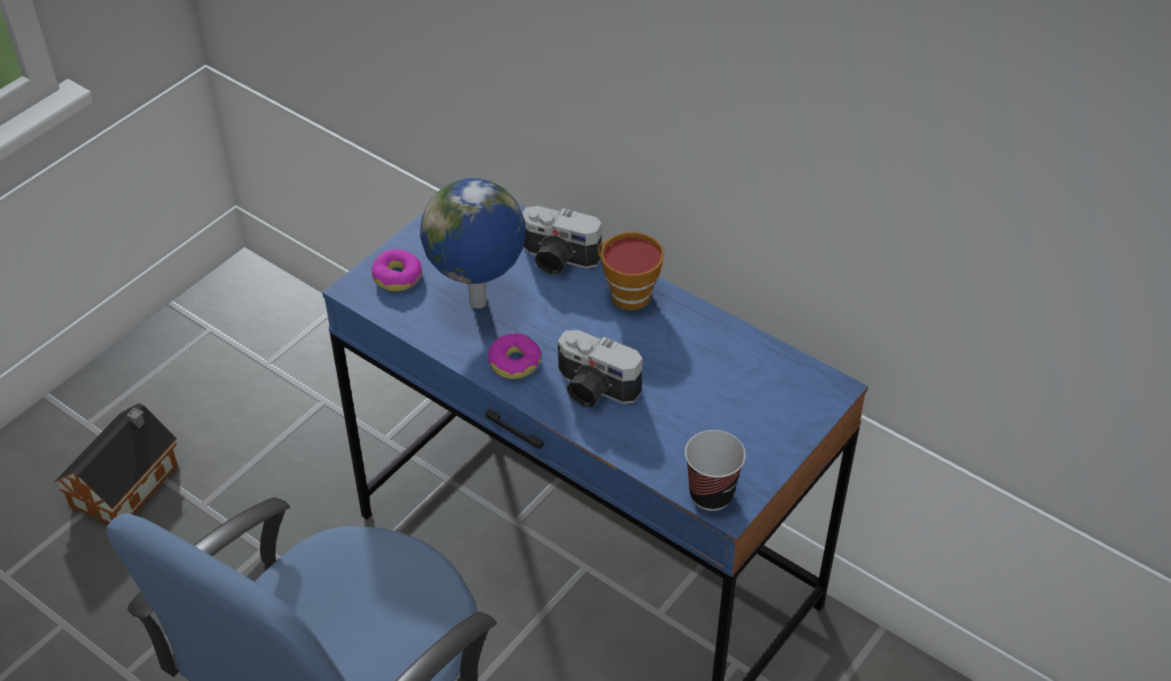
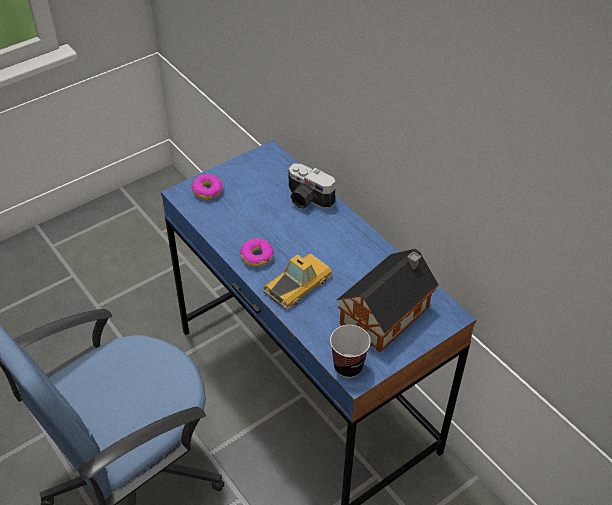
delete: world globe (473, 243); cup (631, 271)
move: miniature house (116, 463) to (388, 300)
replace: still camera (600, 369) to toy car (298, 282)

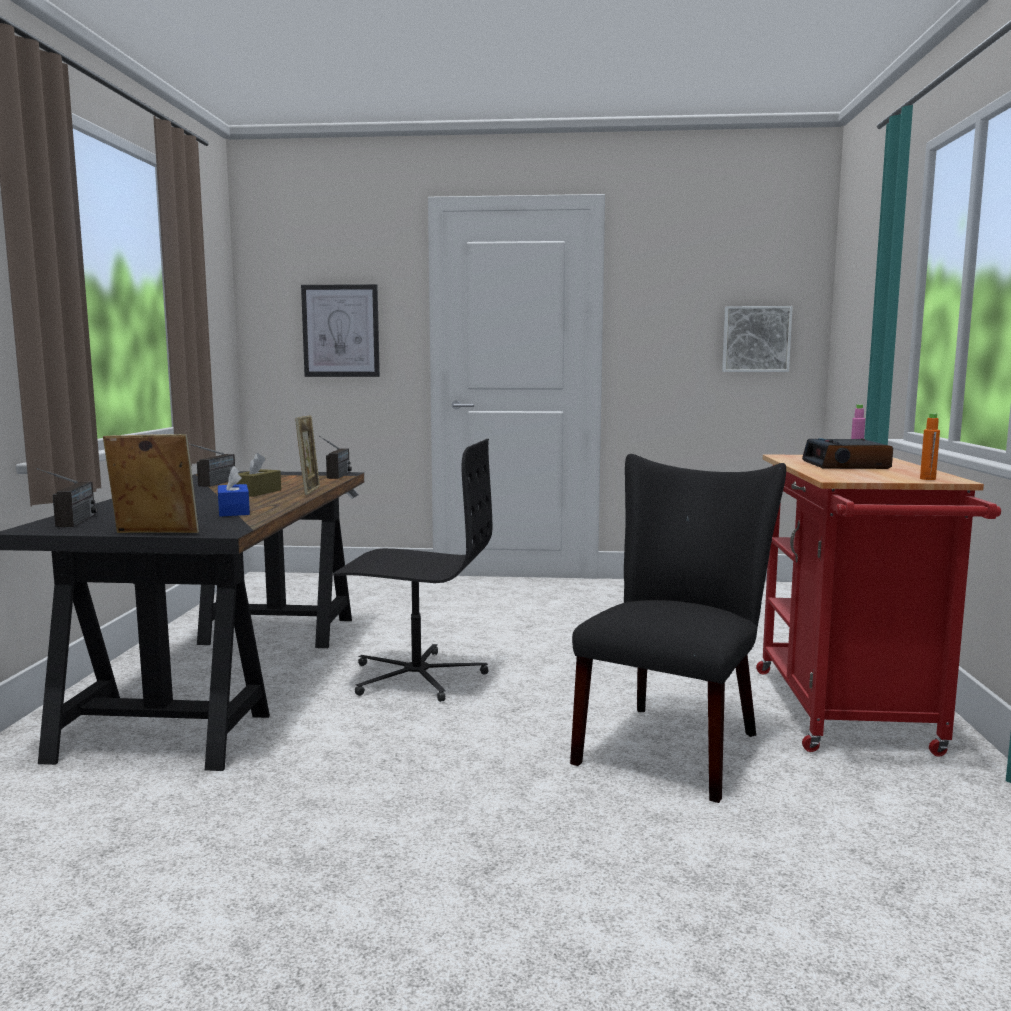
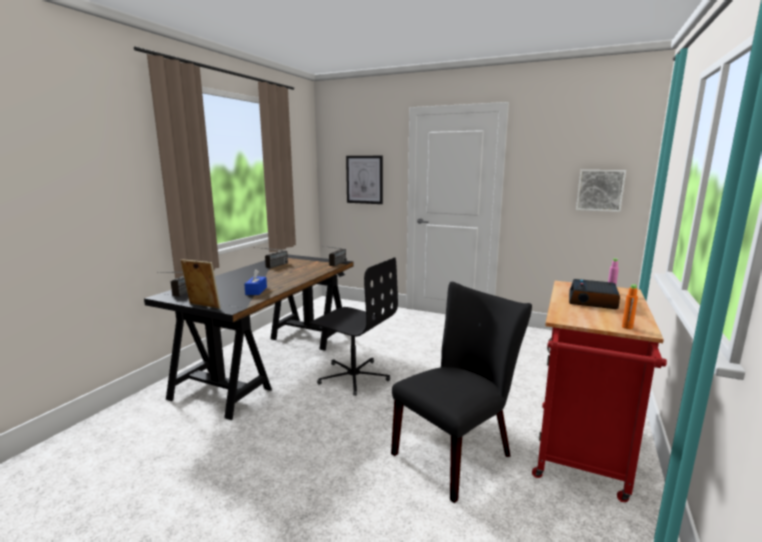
delete: picture frame (307, 455); brown tissue holder (258, 475)

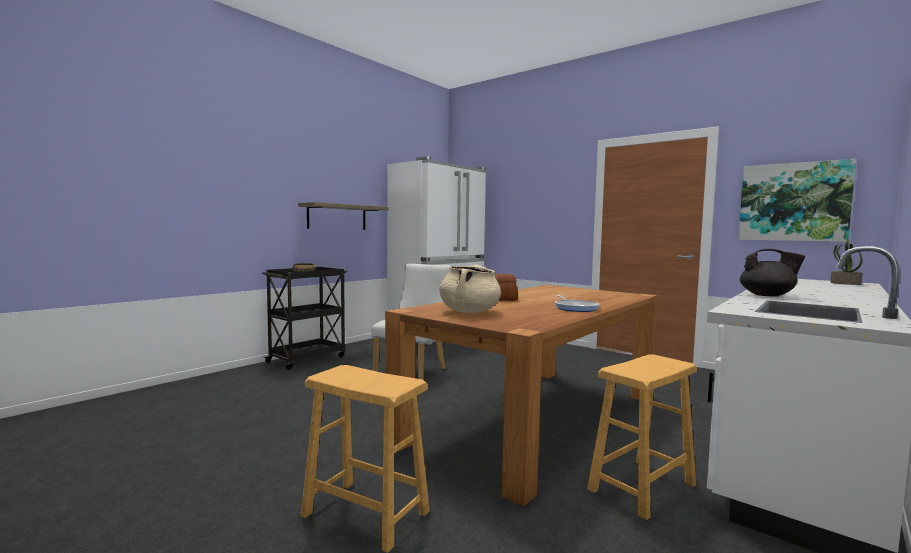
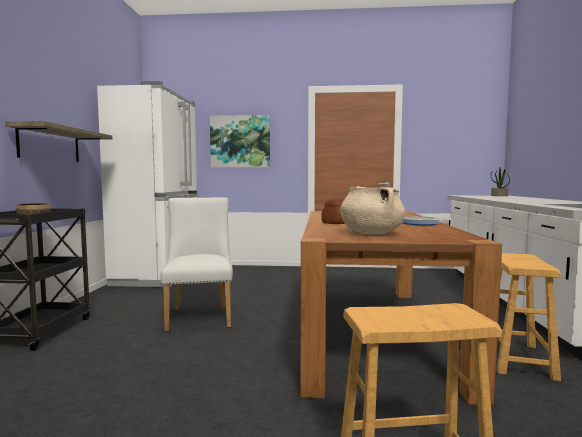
delete: black pot for tea (773, 273)
move: picture (797, 200) to (240, 141)

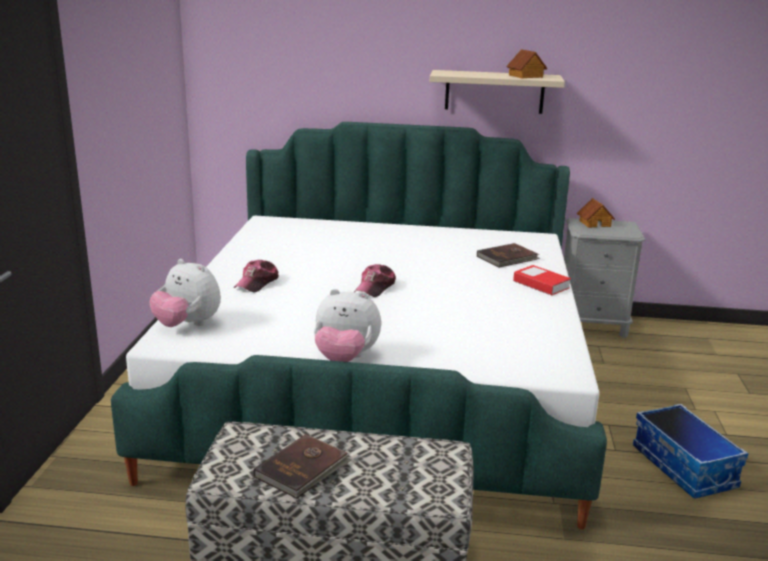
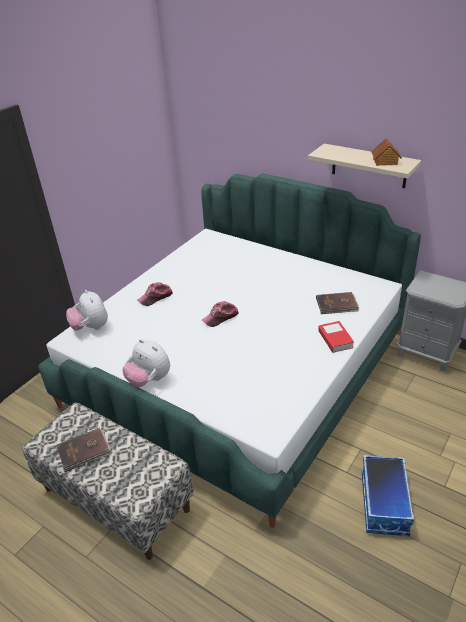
delete: miniature house (596, 213)

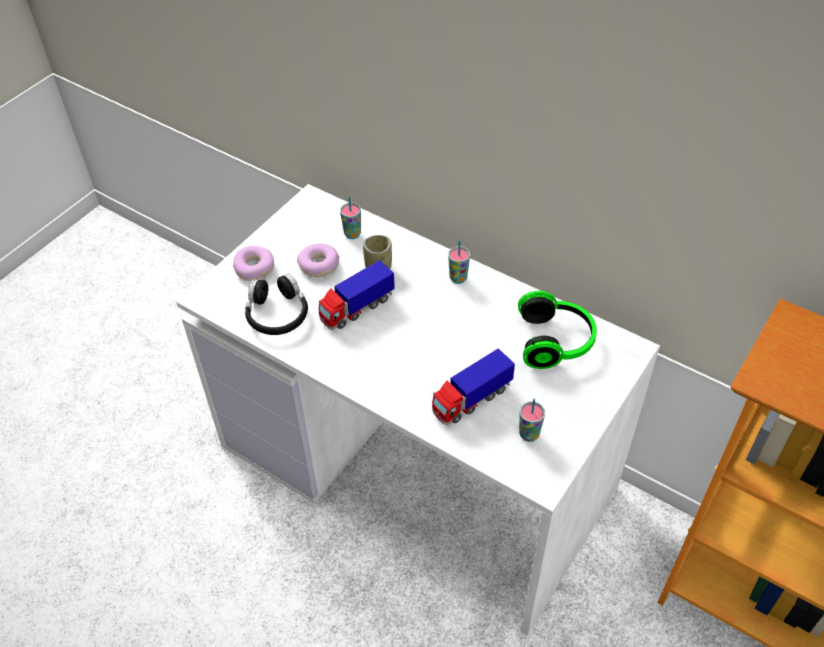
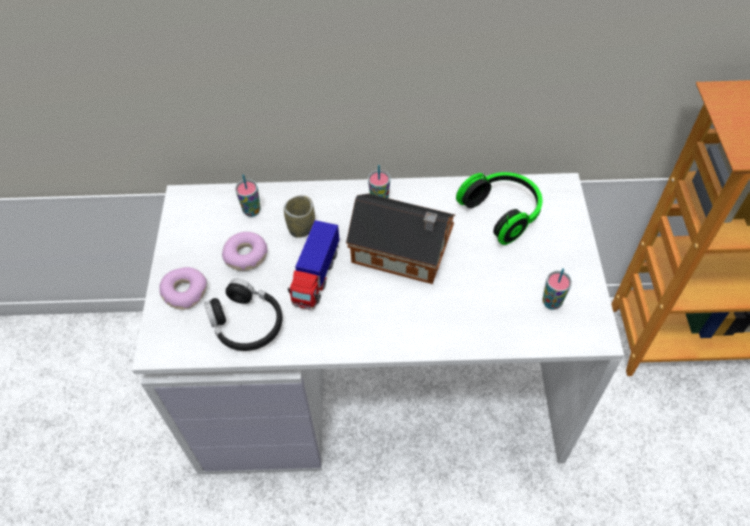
delete: model truck (473, 387)
insert: miniature house (400, 239)

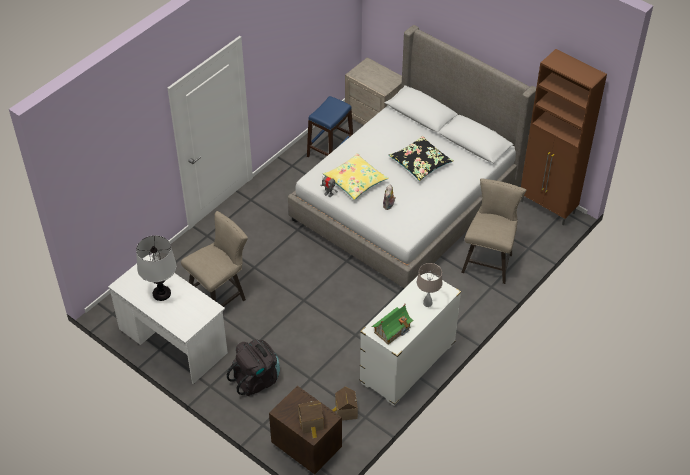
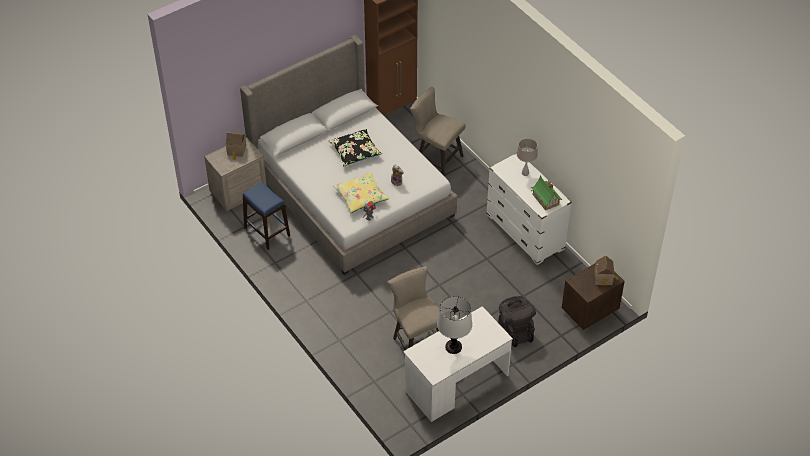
move: miniature house (345, 404) to (236, 146)

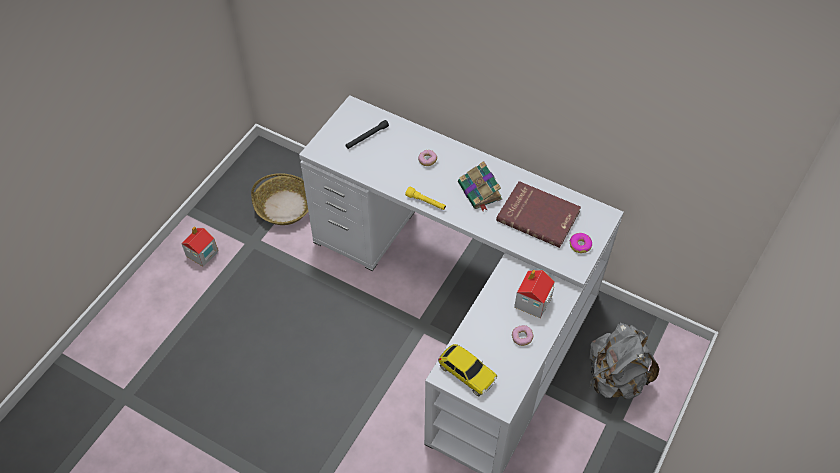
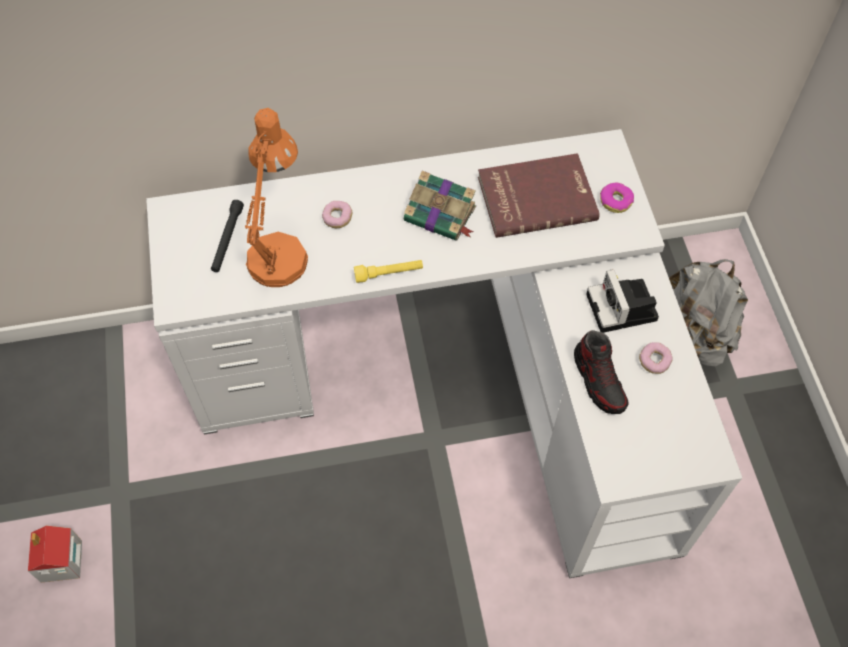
delete: household basket (279, 199); toy car (467, 370)
insert: orange-coloured tabletop lamp (276, 197); low shoe (601, 372)
replace: miniature house (534, 293) to still camera (622, 301)

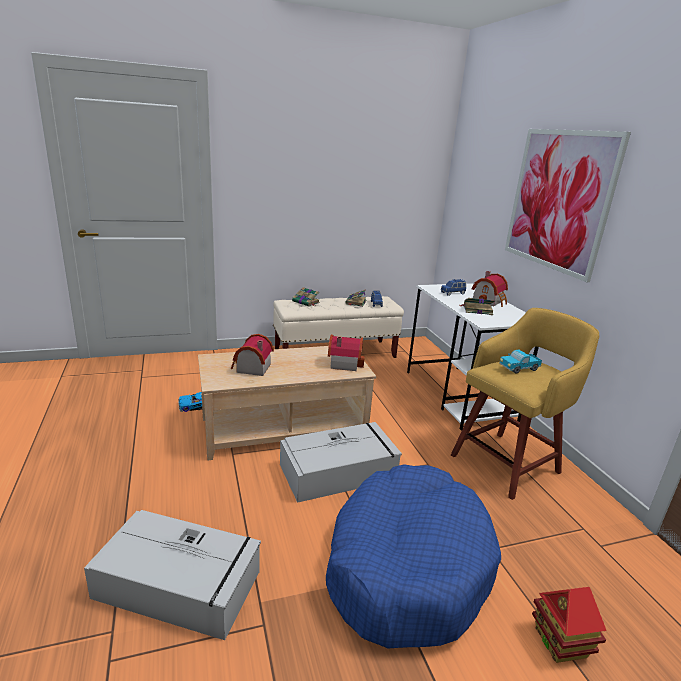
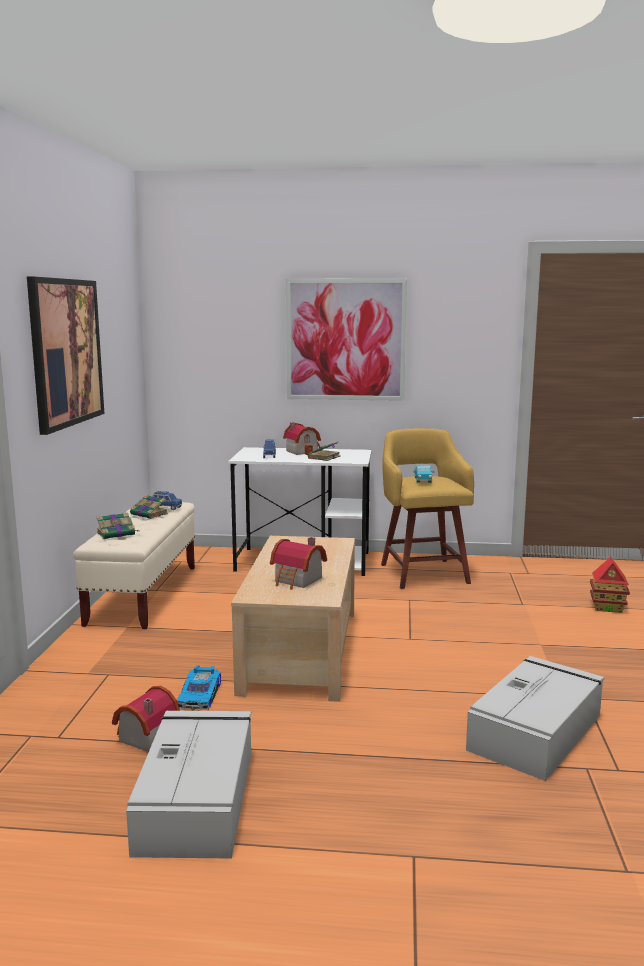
delete: blue-coloured dog cushion (413, 556)
insert: picture (65, 356)
move: miniature house (346, 353) to (146, 719); greyish storage box (341, 462) to (188, 785)

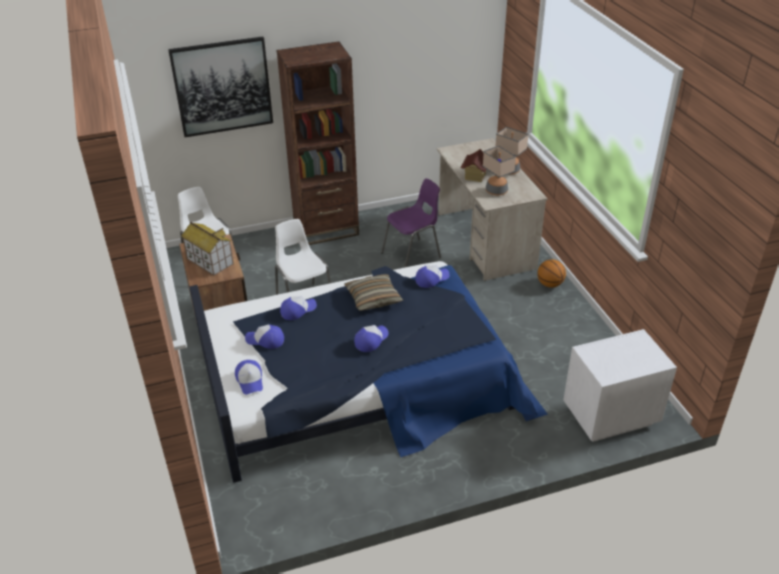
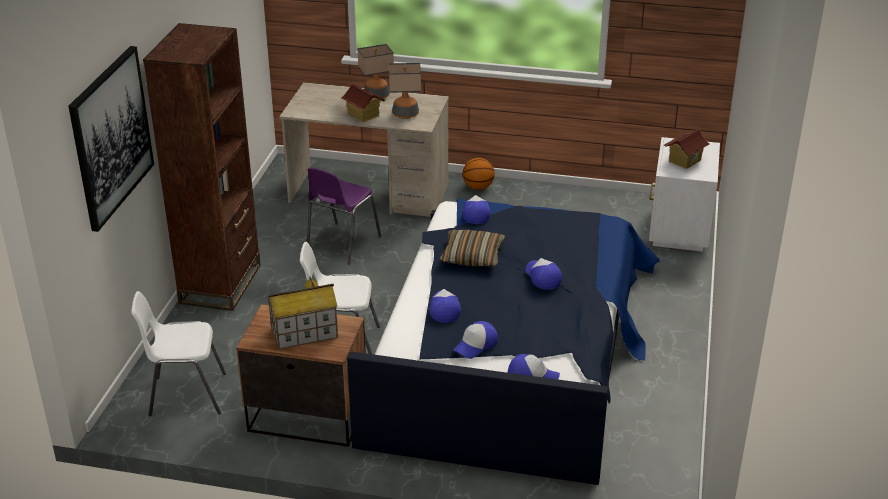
insert: miniature house (686, 149)
rotate: purplish plain chair (411, 223) = (344, 215) 150 degrees counterclockwise

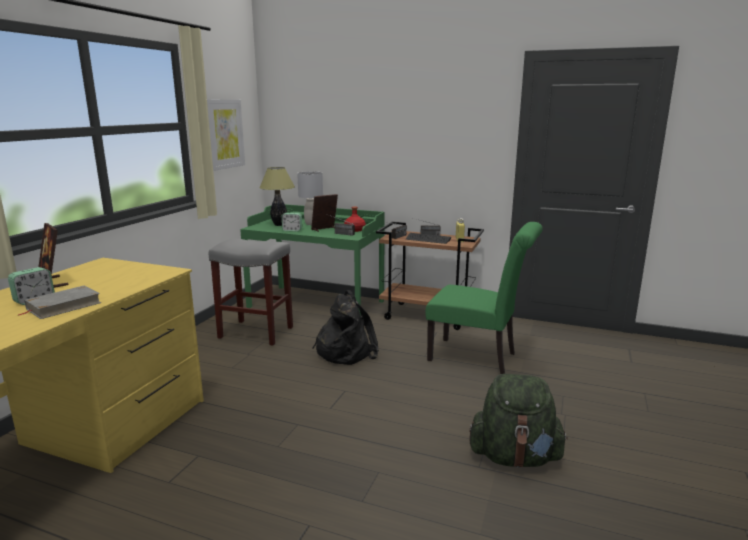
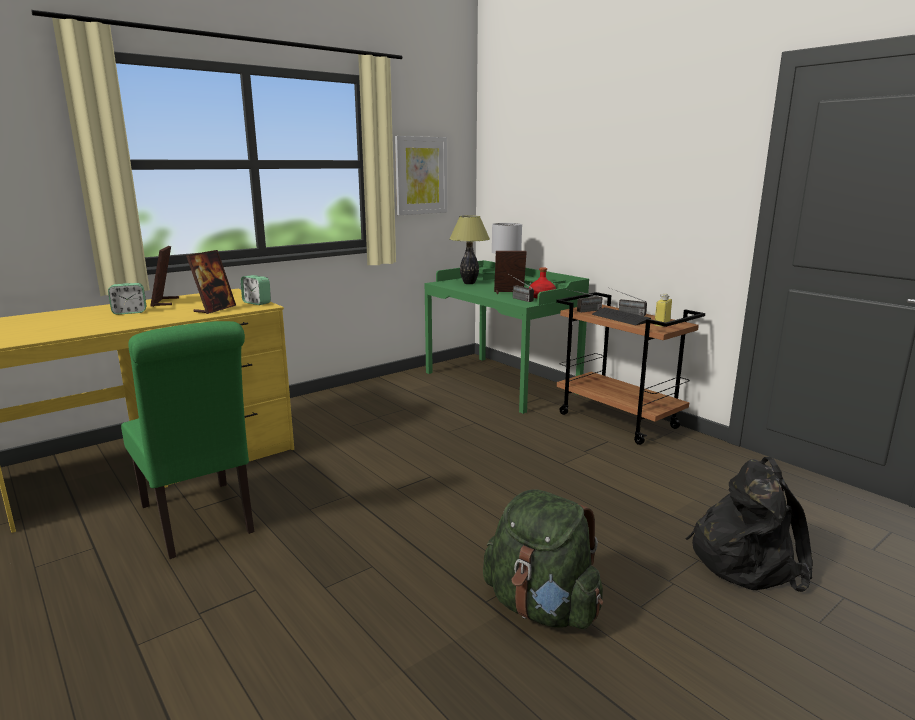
delete: greyish stool (251, 292); greyish book (59, 302)
insert: picture frame (211, 282)
move: bedside clock (291, 222) to (256, 290); green-coloured plain chair (484, 298) to (188, 440); black rucksack (345, 327) to (749, 524)

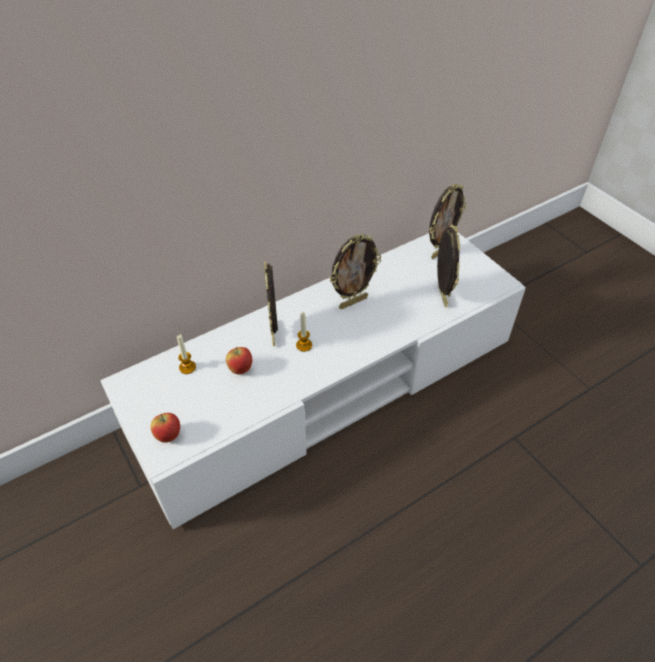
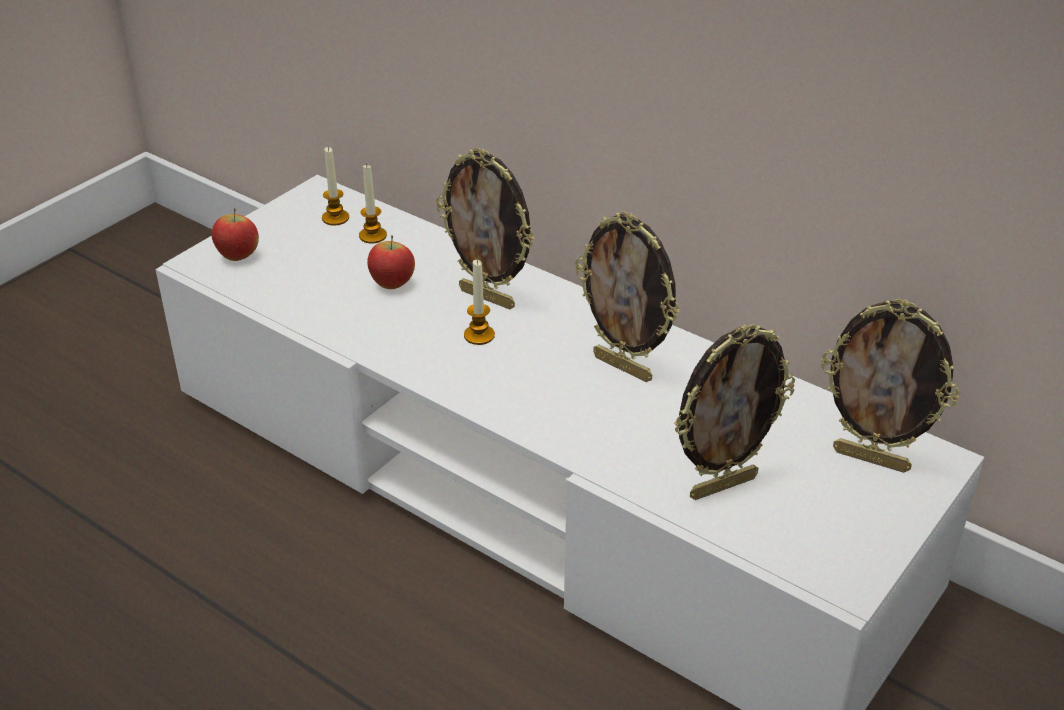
insert: wax light (335, 186)
rotate: picture frame (271, 304) = (485, 228) 120 degrees counterclockwise

